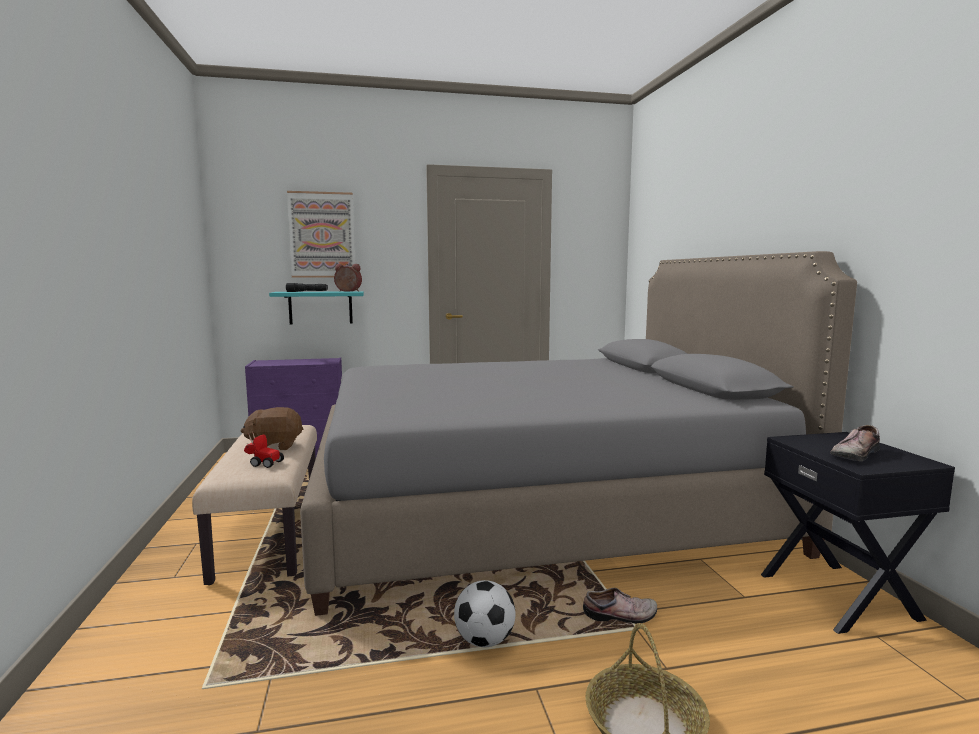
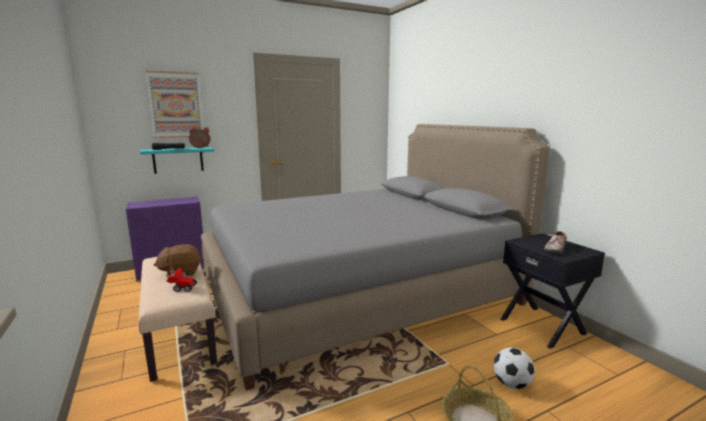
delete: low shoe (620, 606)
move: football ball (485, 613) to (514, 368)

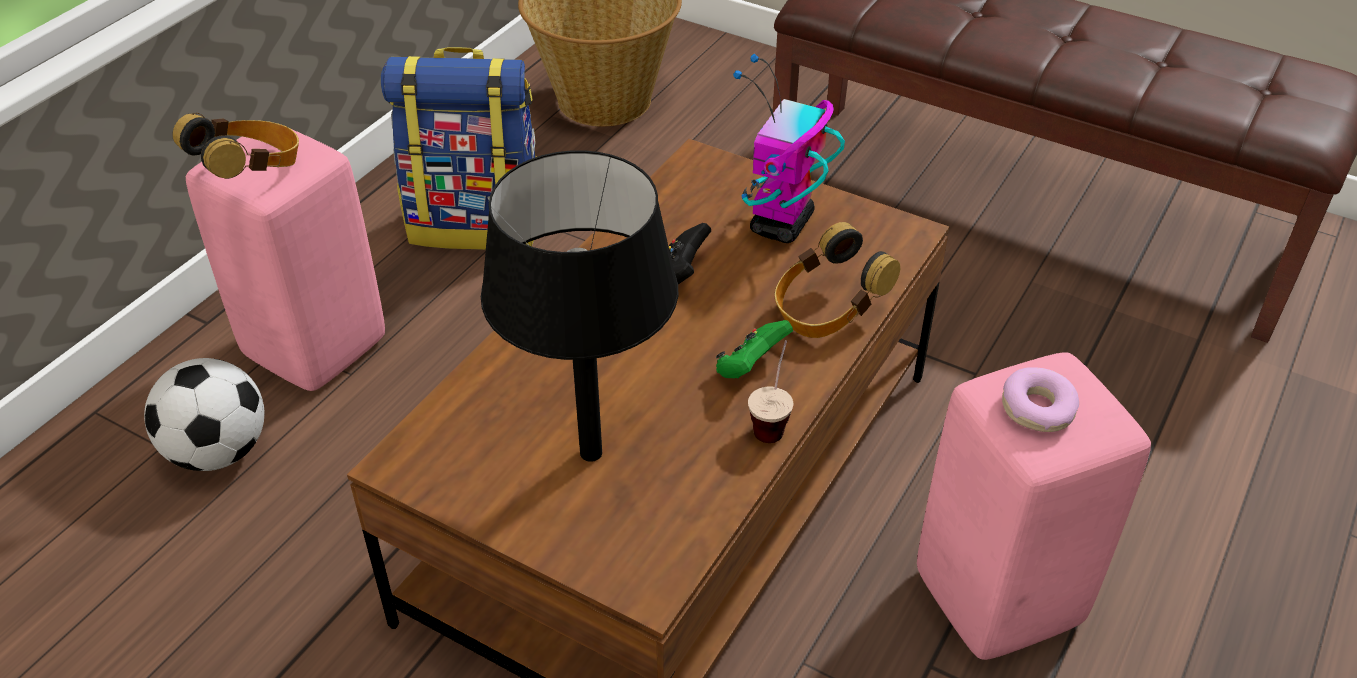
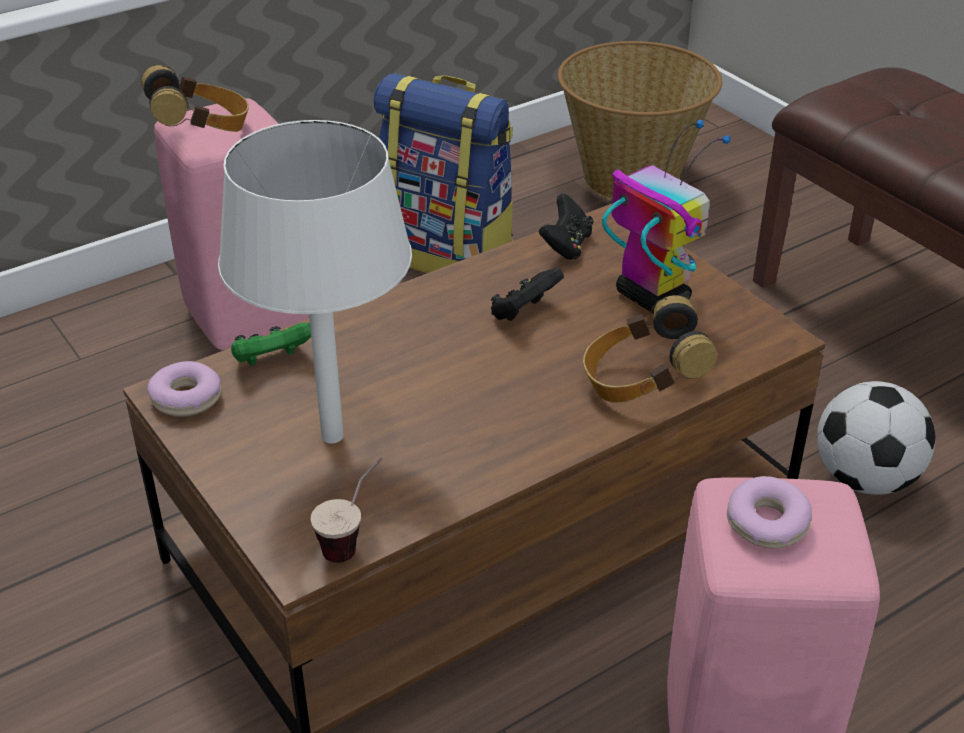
insert: black joypad (566, 226); donut (184, 389)
move: green-coloured joypad (754, 349) to (271, 344); cup (770, 391) to (347, 510); football ball (204, 414) to (876, 438)
recolor: black tabletop lamp (579, 306) to white tabletop lamp (315, 281)
rotate: model robot (789, 148) = (666, 216) 90 degrees clockwise

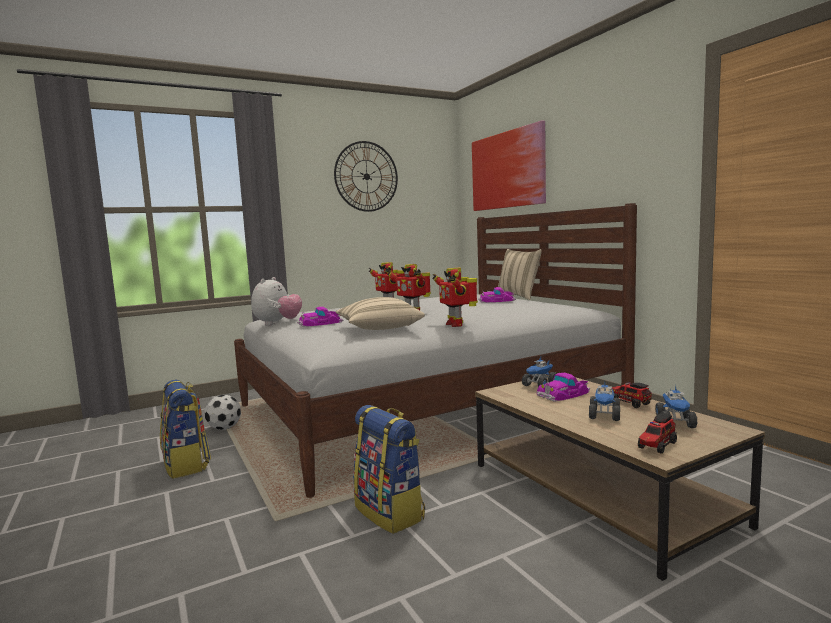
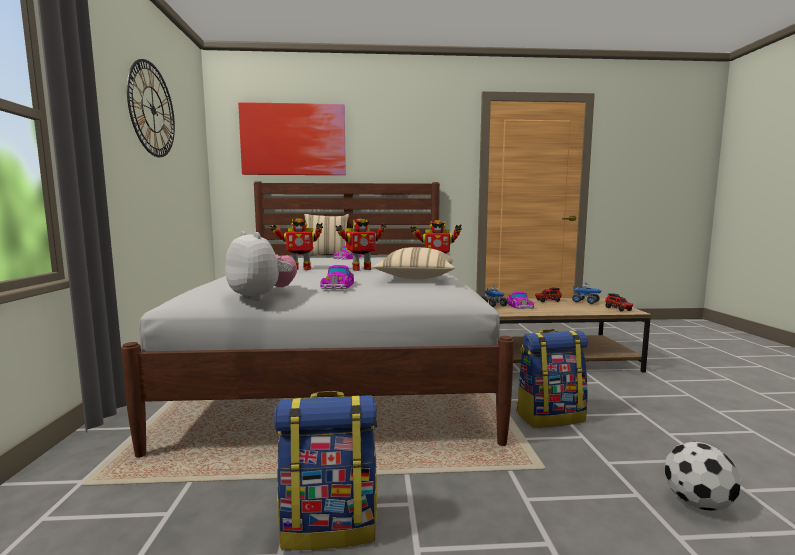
delete: model truck (604, 402)
move: football ball (223, 412) to (703, 476)

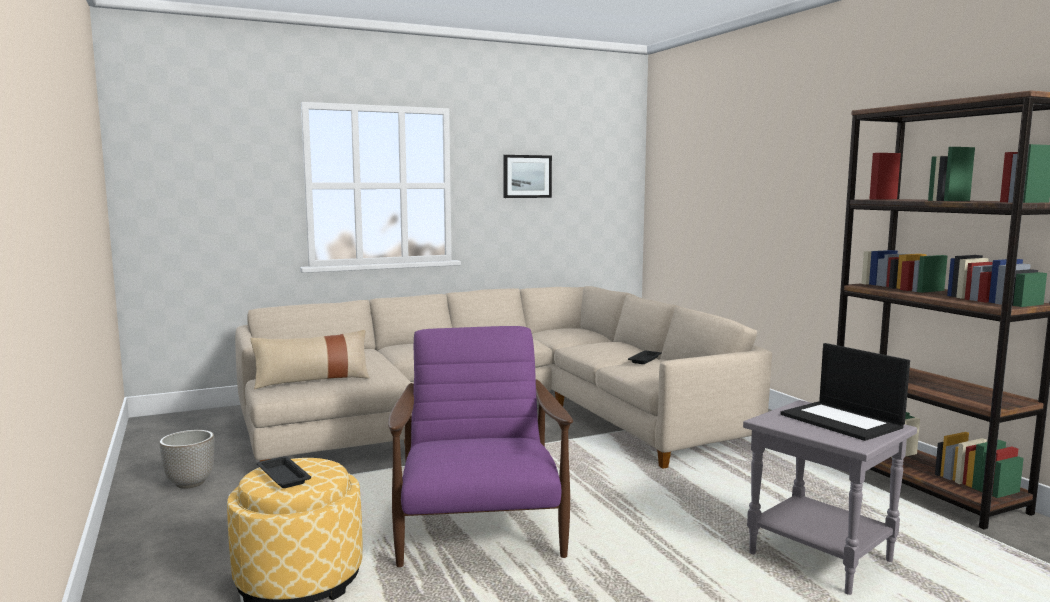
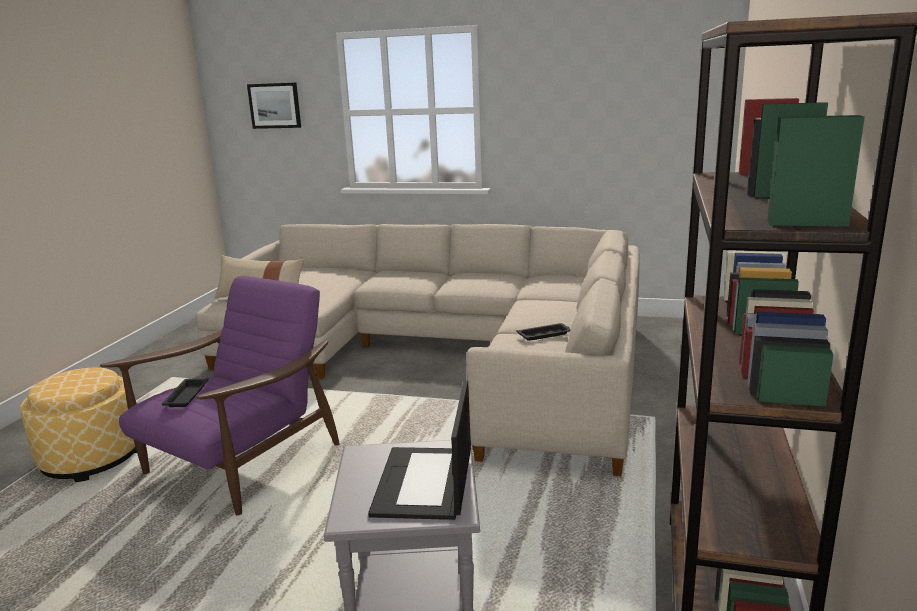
delete: flower pot (186, 459)
move: picture (527, 176) to (274, 105); black carrying tray (284, 472) to (185, 392)

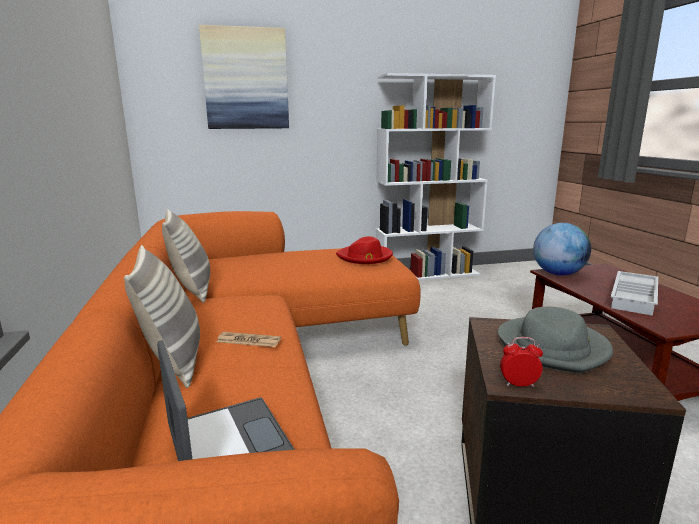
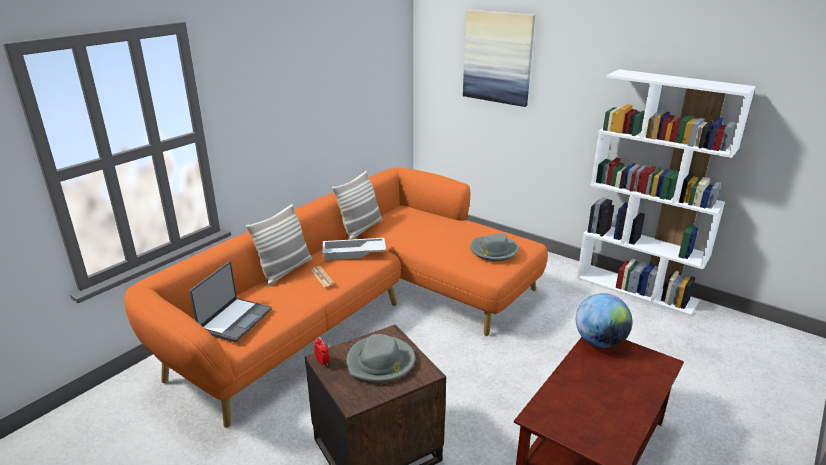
move: white carrying tray (634, 293) to (354, 249)
recolor: reddish wearable hat (364, 250) to greyish wearable hat (494, 247)

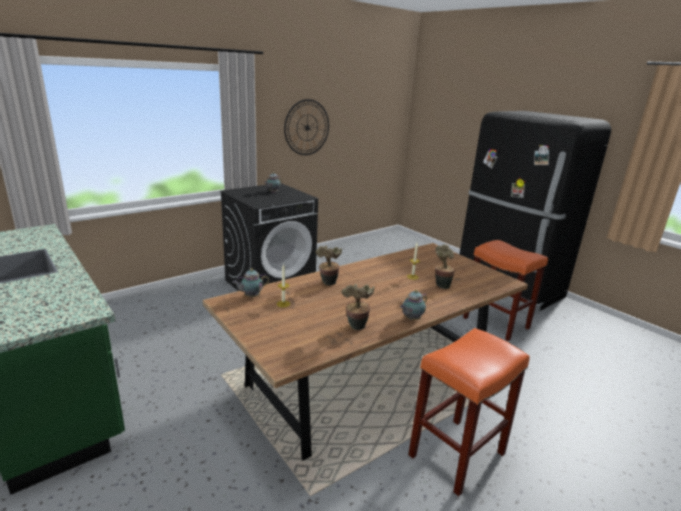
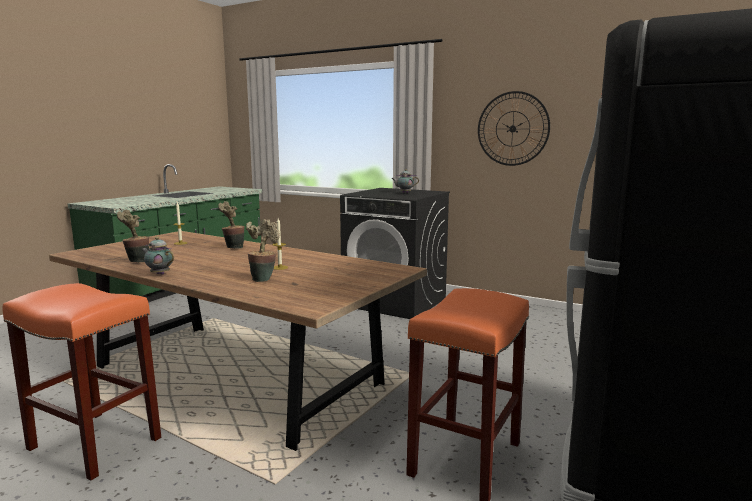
delete: pot for tea (250, 282)

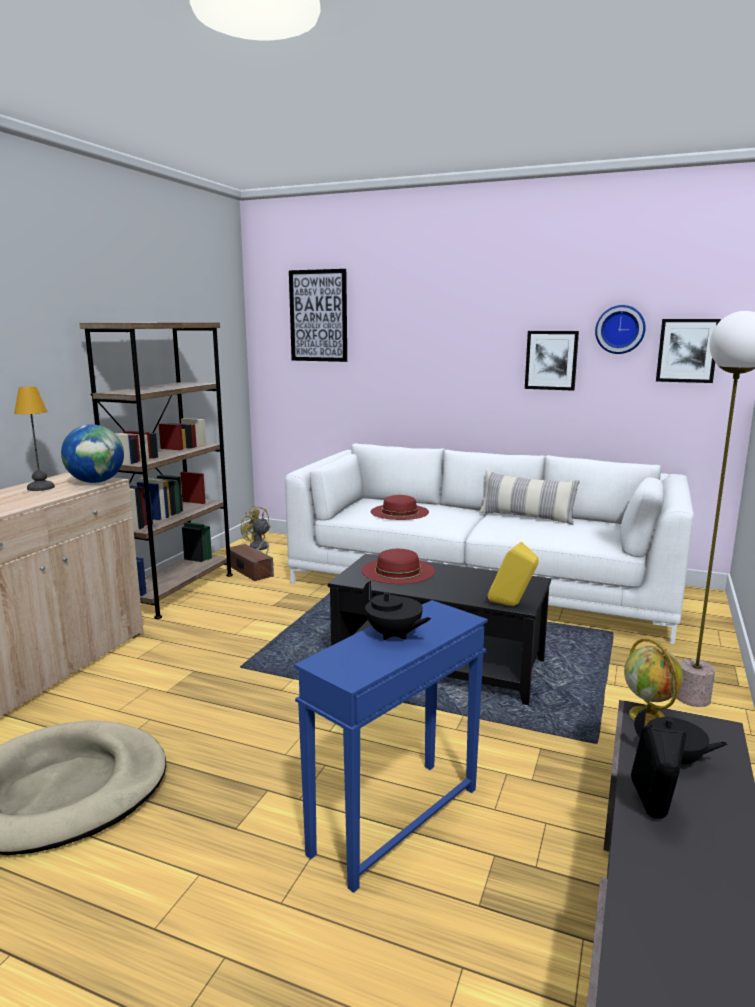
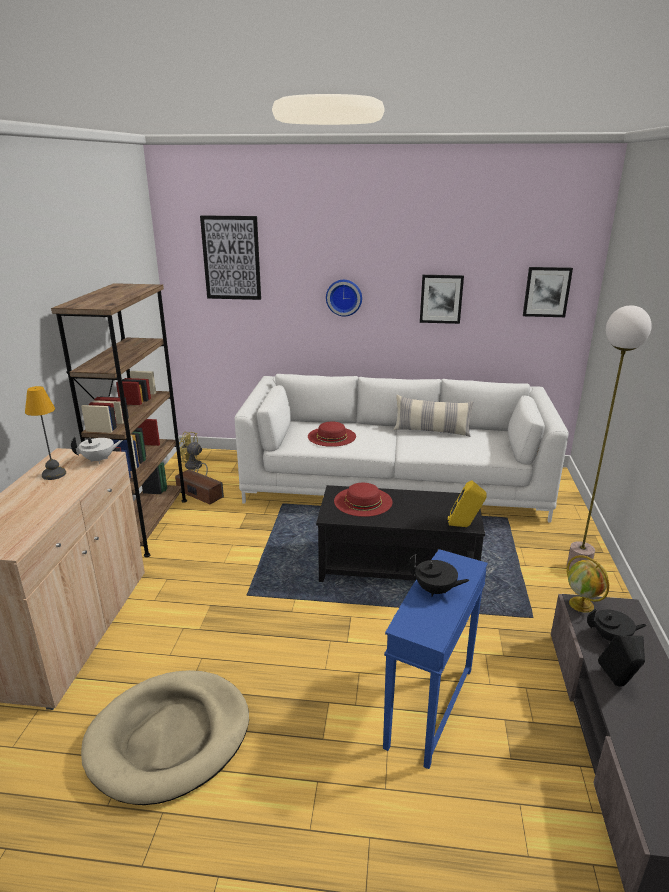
move: clock on the wall (620, 329) to (344, 298)
replace: world globe (92, 453) to white pot for tea (97, 450)

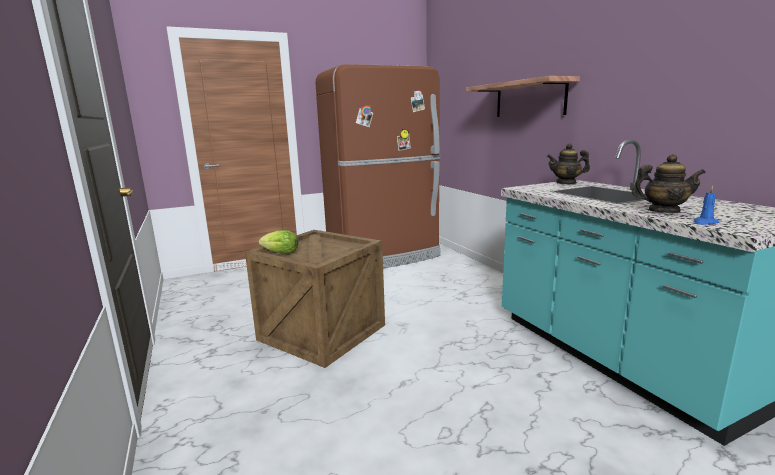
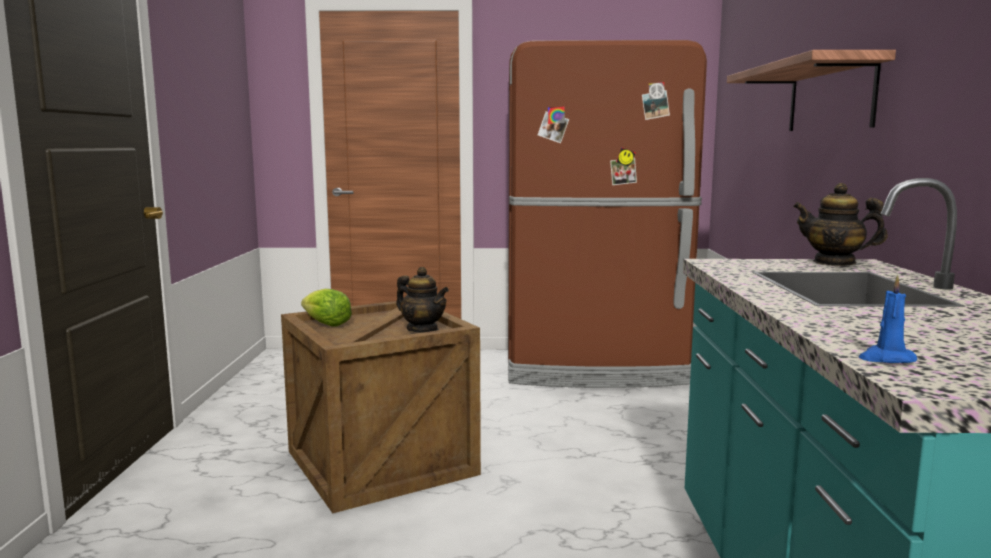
move: pot for tea (669, 183) to (422, 299)

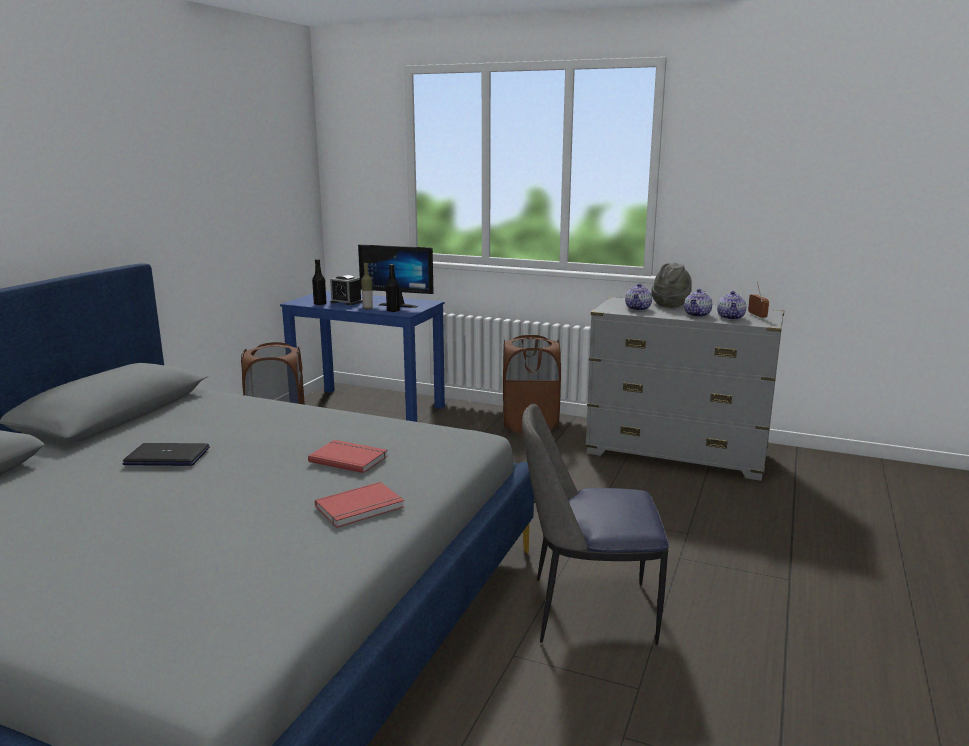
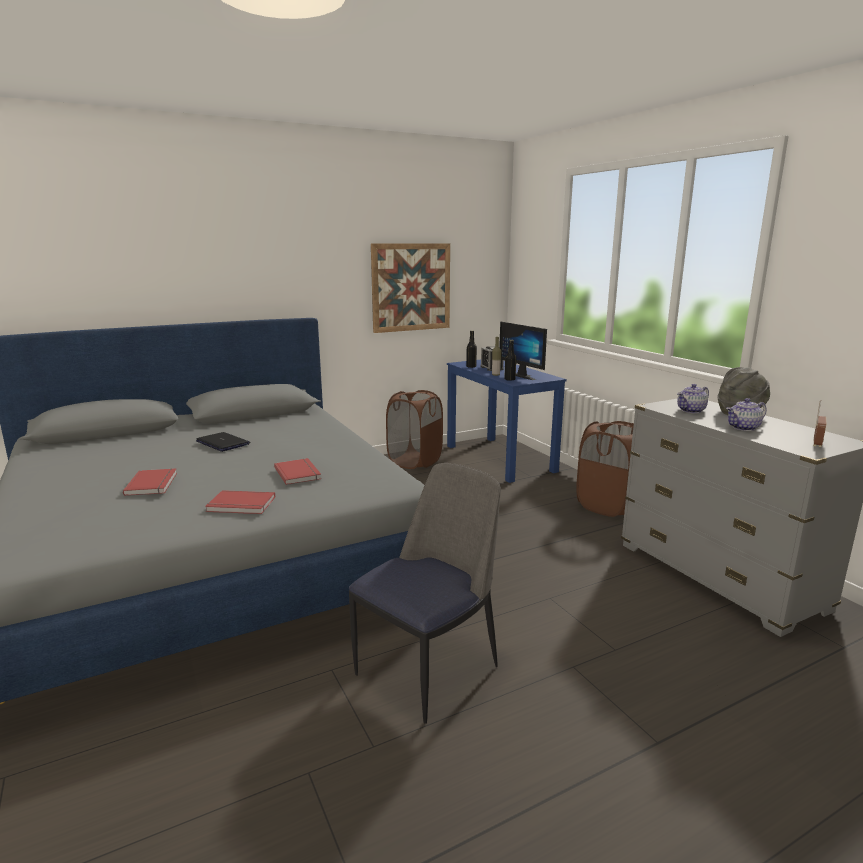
delete: pot for tea (731, 305)
insert: picture (410, 288); reddish book (150, 482)
rotate: plain chair (595, 524) = (425, 593) 90 degrees clockwise

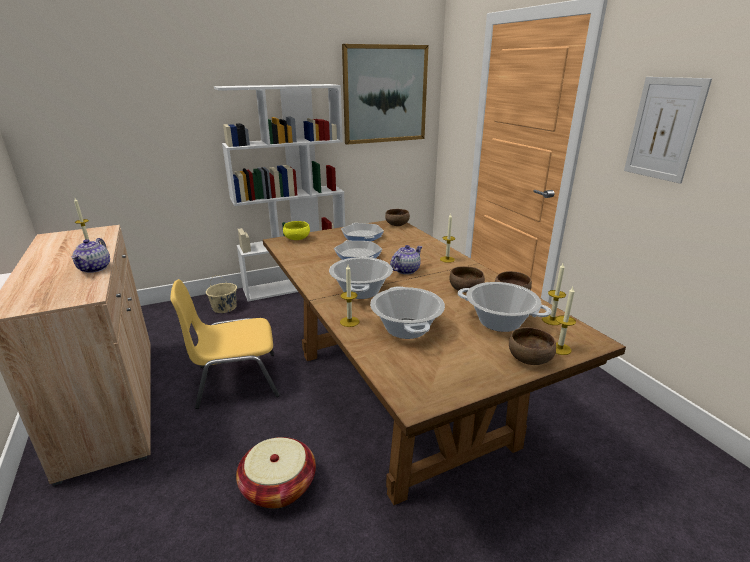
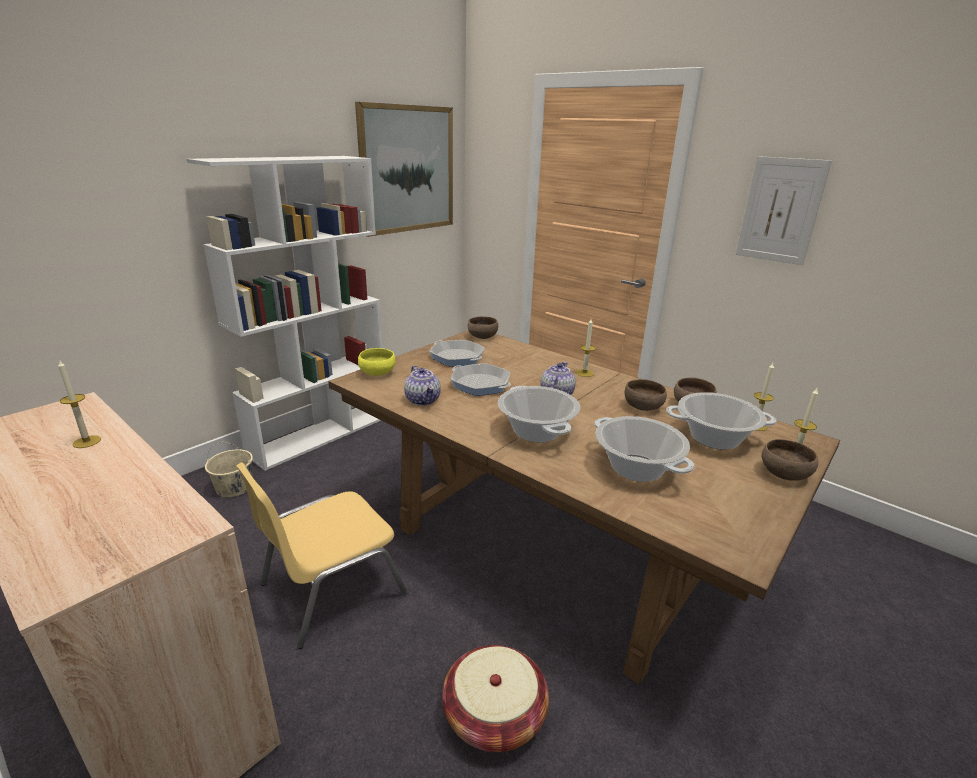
delete: wax light (350, 296)
move: pot for tea (91, 255) to (422, 386)

